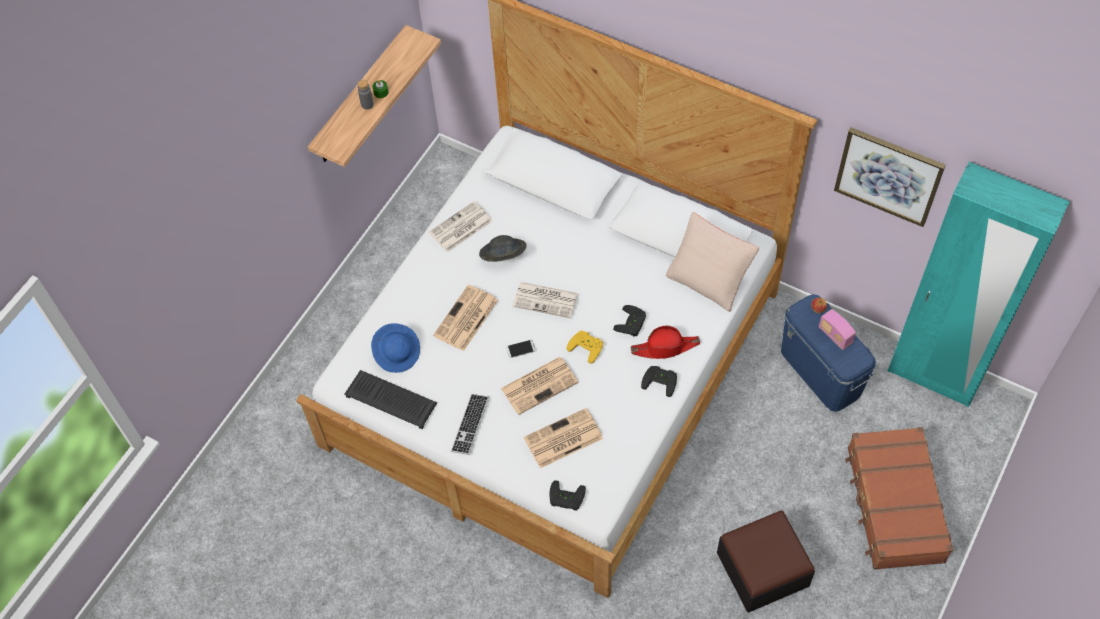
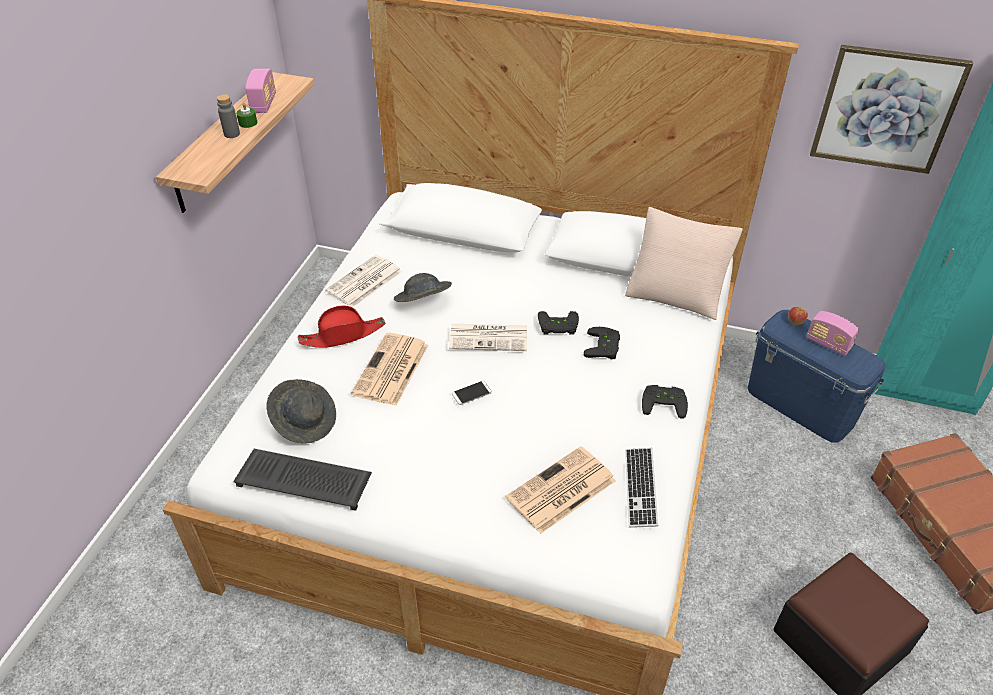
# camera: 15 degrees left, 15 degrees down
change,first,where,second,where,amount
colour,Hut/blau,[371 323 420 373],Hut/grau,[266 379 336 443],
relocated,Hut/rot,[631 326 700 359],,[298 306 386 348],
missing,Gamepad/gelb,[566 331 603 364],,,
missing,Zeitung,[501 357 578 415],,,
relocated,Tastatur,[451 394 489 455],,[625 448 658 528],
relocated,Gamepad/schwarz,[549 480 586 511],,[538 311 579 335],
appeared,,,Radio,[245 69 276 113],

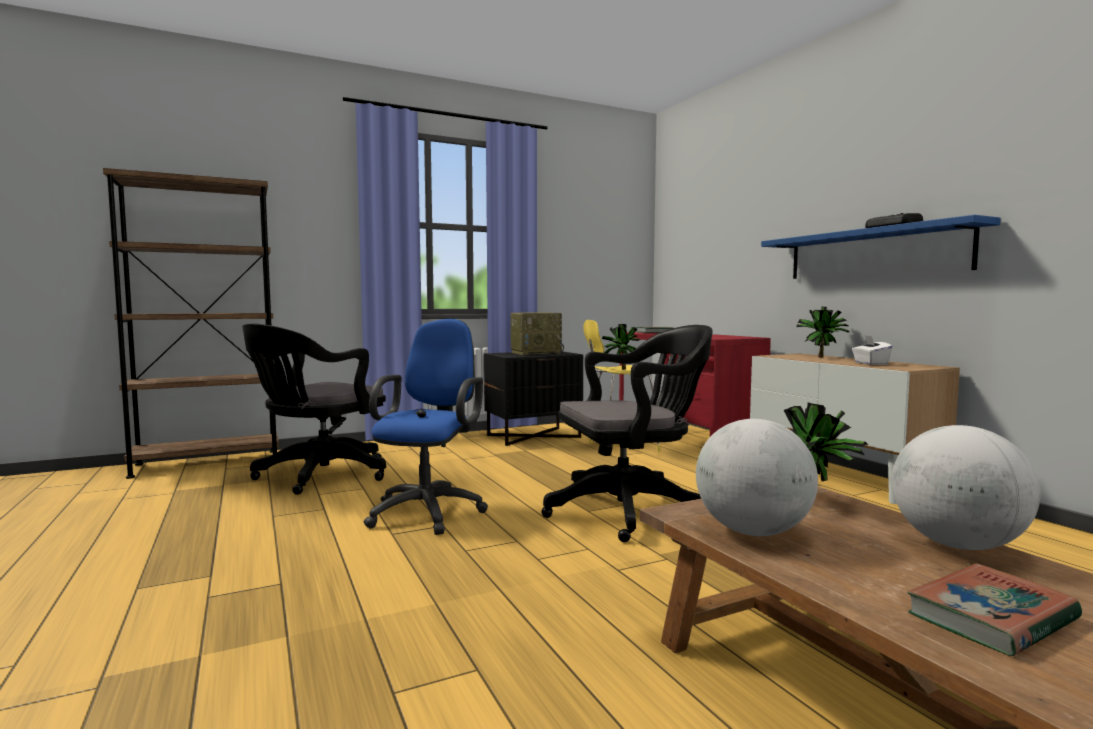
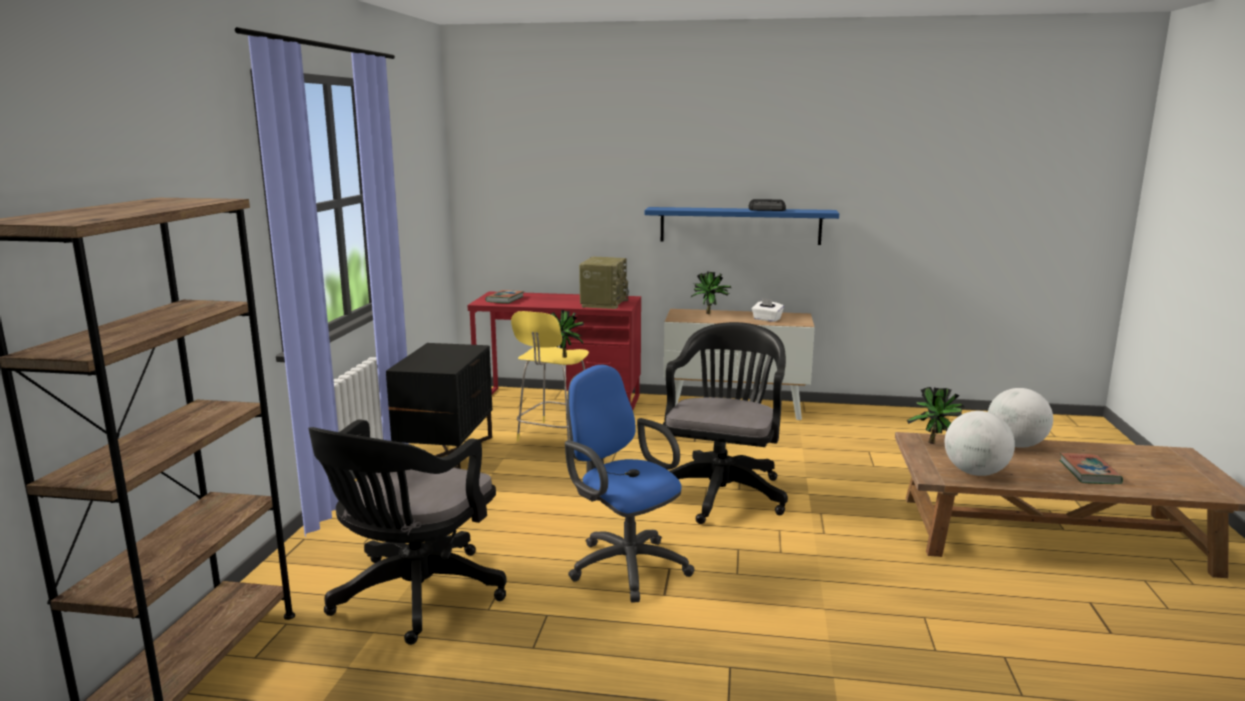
# camera: 55 degrees left, 10 degrees up
change,first,where,second,where,amount
relocated,Radio,[510 312 564 355],,[579 257 629 309],
spun,Bürostuhl/schwarz,[242 324 386 495],,[308 419 507 645],45 degrees clockwise

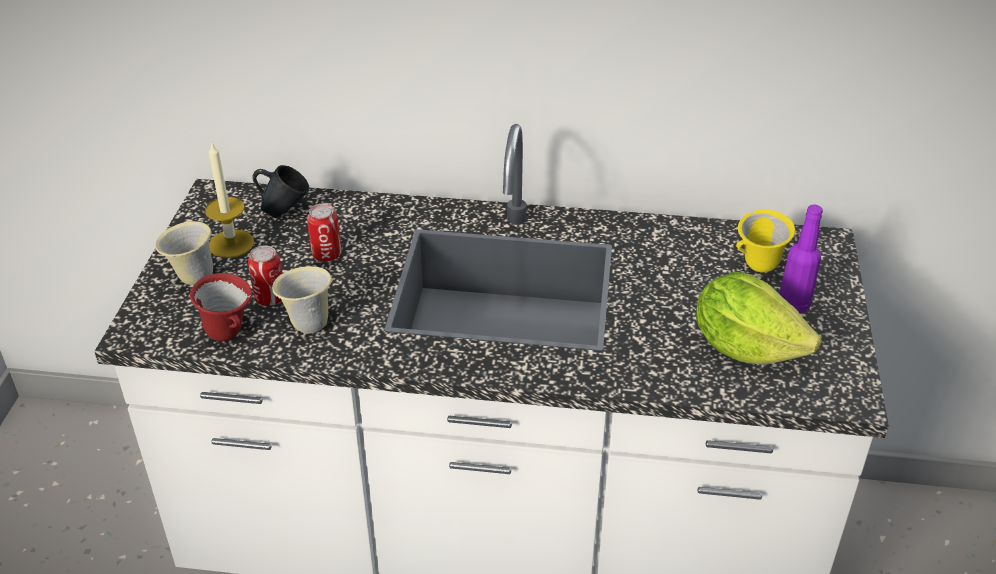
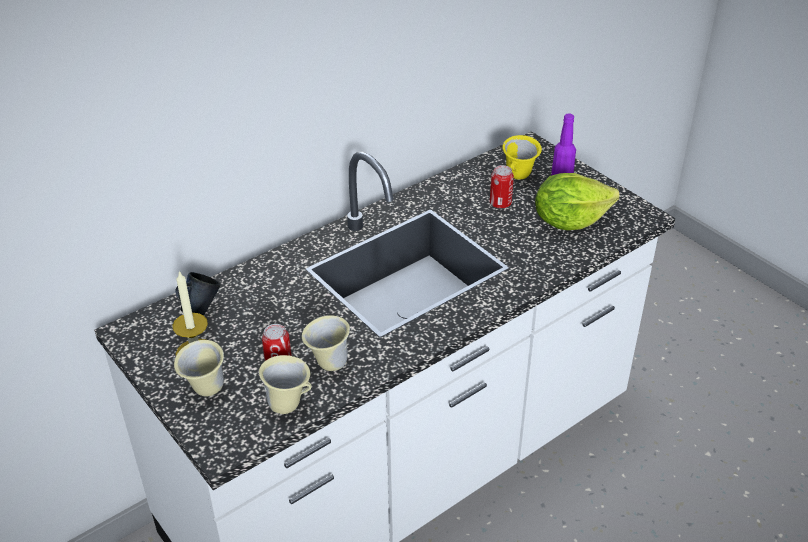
# camera: 45 degrees left, 0 degrees up
change,first,where,second,where,amount
relocated,Dose,[307 203 342 262],,[490 165 514 209],
colour,Henkelbecher/rot,[190 273 252 341],Henkelbecher/beige,[259 355 312 414],

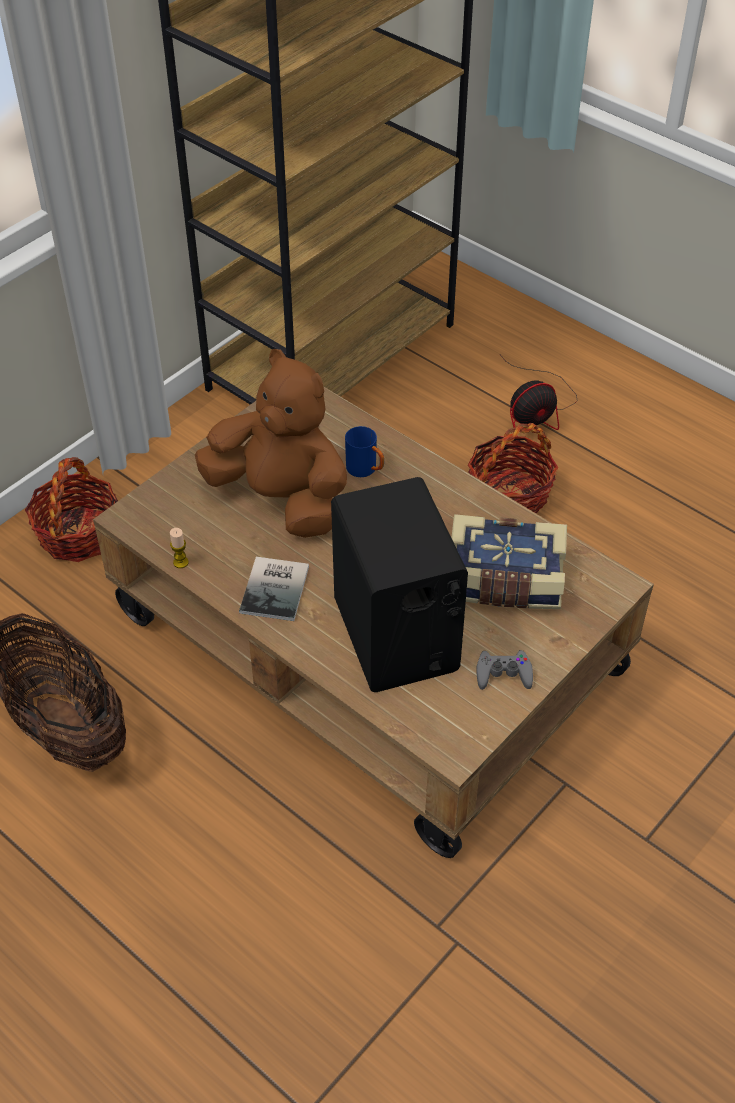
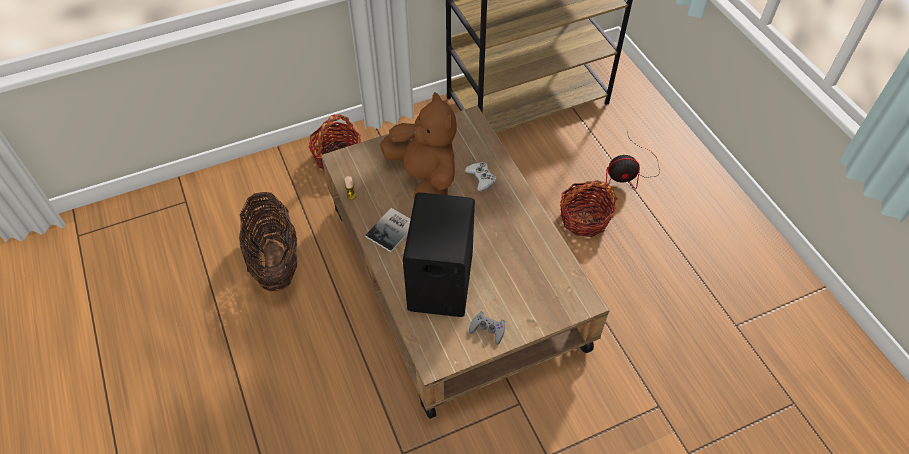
# camera: 25 degrees right, 5 degrees up
change,first,where,second,where,amount
exchanged,Henkelbecher/blau,[345 426 384 477],Gamepad/weiß,[465 162 497 191],
missing,Buch,[451 514 567 609],,,

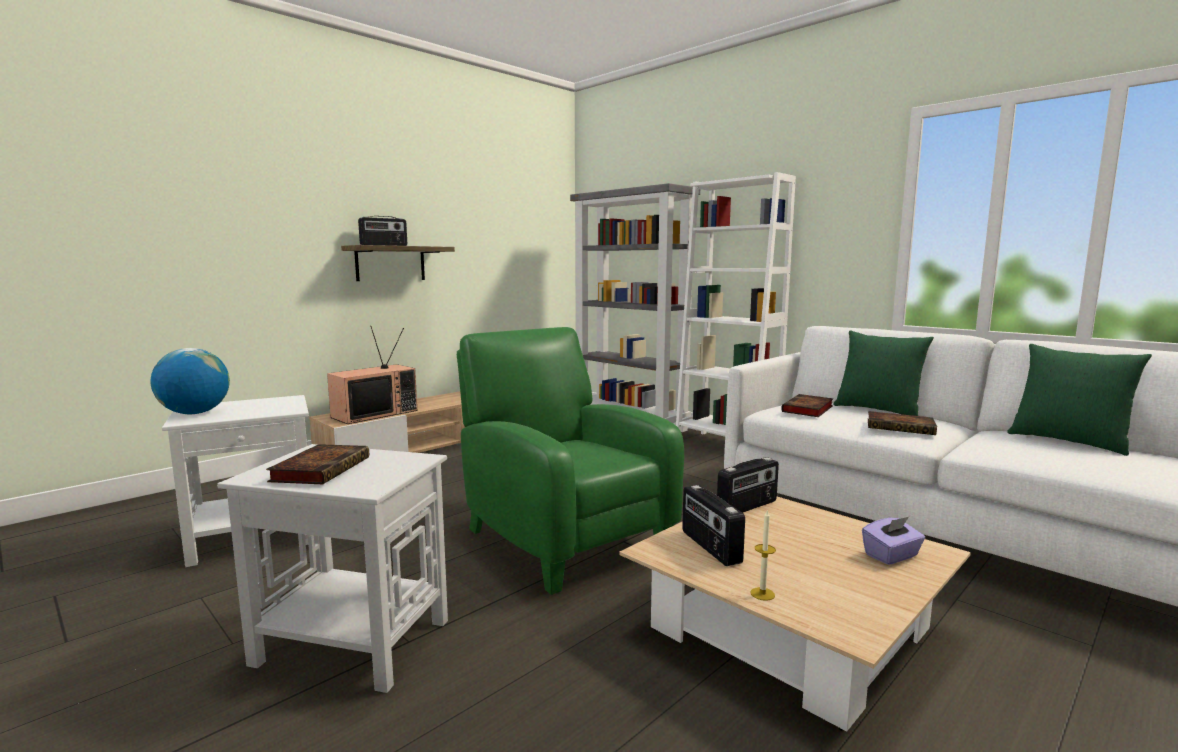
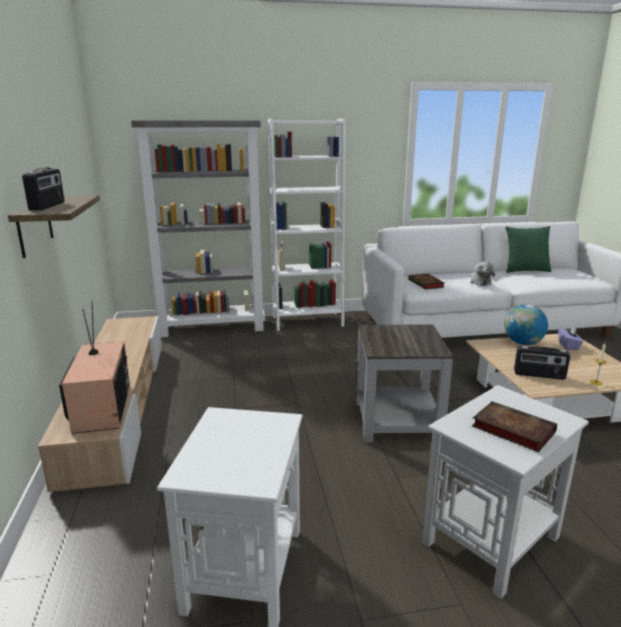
# camera: 55 degrees left, 10 degrees up
change,first,where,second,where,amount
exchanged,Sessel/grün,[457 327 684 595],Beistelltisch/grau,[356 324 453 442],
missing,Kissen/grün,[834 330 934 416],,,
relocated,Globus,[150 348 230 414],,[504 305 548 345],
exchanged,Buch,[868 411 937 435],Plüschtier,[470 262 495 286],
missing,Radio,[717 457 779 513],,,

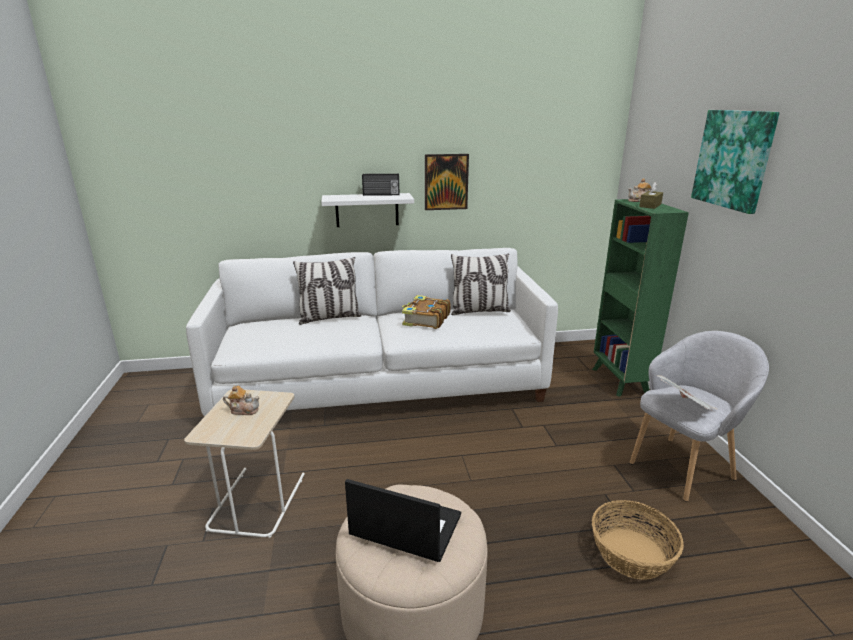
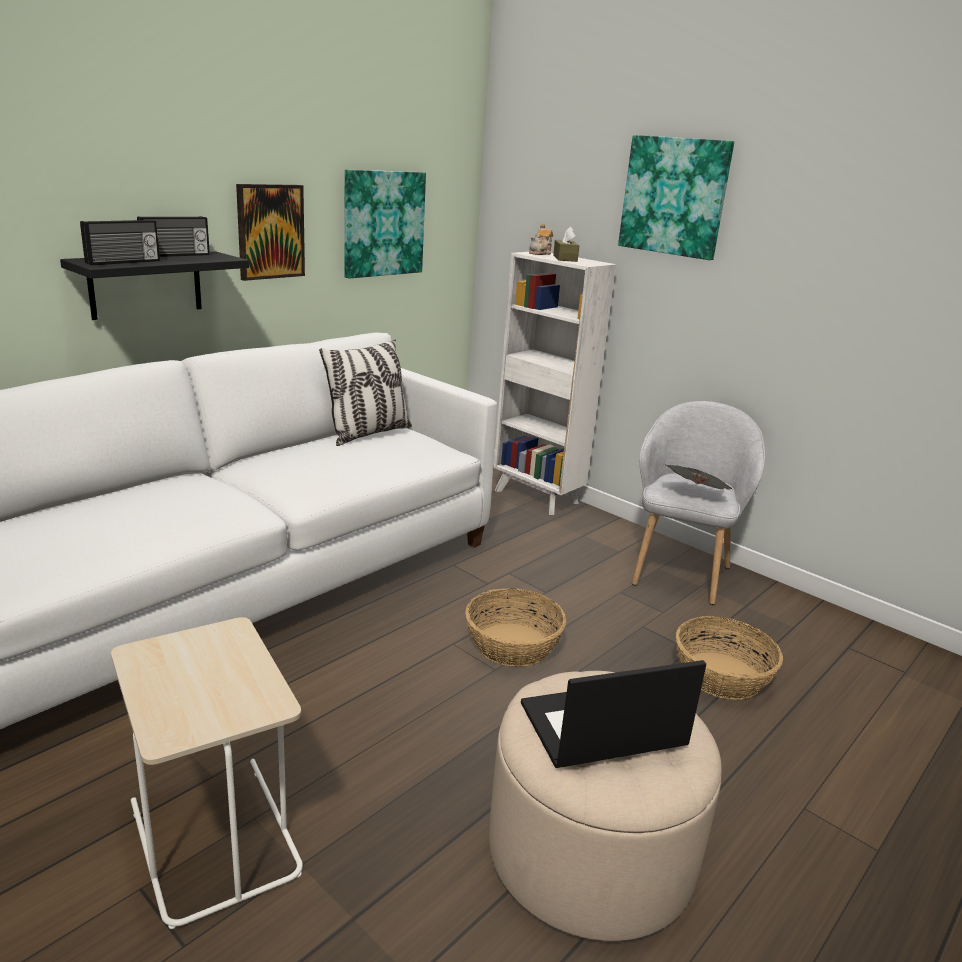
# camera: 40 degrees left, 0 degrees up
change,first,where,second,where,amount
colour,Wandregal/weiß,[321 193 414 227],Wandregal/schwarz,[60 251 249 320],
colour,Bücherregal/grün,[592 199 689 397],Bücherregal/weiß,[494 252 616 515],
missing,Kissen,[293 257 362 325],,,
missing,Buch,[402 295 450 329],,,
missing,Teekanne,[223 386 260 415],,,
appeared,,,Bild,[344 170 426 279],
appeared,,,Radio,[80 220 160 265],
appeared,,,Korb,[465 588 566 667],

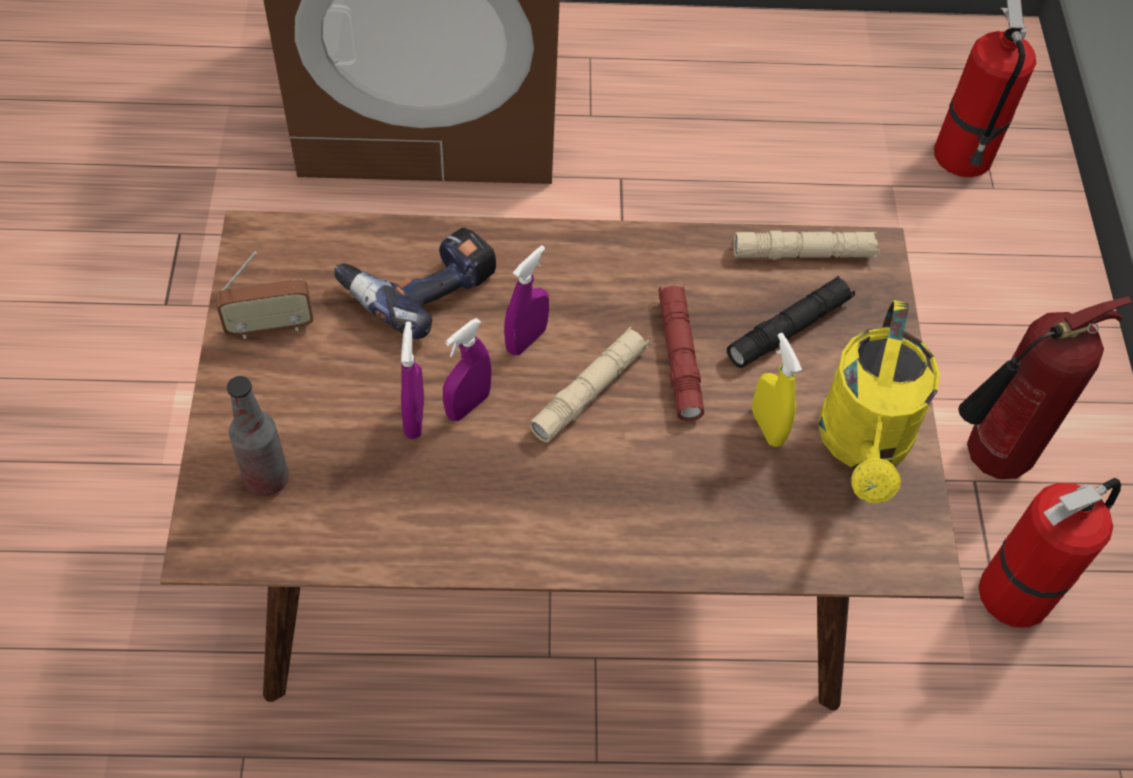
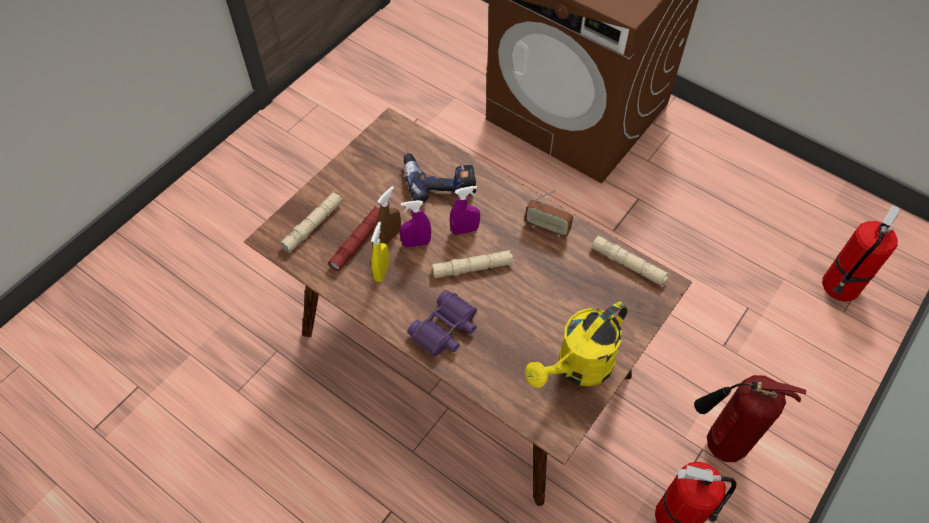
# camera: 40 degrees right, 0 degrees up
change,first,where,second,where,amount
relocated,Radio,[216 252 314 339],,[525 190 573 237],
missing,Taschenlampe/schwarz,[727 276 855 368],,,
relocated,Taschenlampe/rot,[658 285 704 421],,[328 206 380 271],
colour,Sprühflasche/lila,[401 322 424 439],Sprühflasche/braun,[377 186 401 244],
relocated,Sprühflasche/gelb,[752 333 802 447],,[371 222 390 282],
exchanged,Flasche,[227 376 289 496],Taschenlampe/beige,[280 192 344 252],
appeared,,,Fernglas/lila,[407 290 477 356],

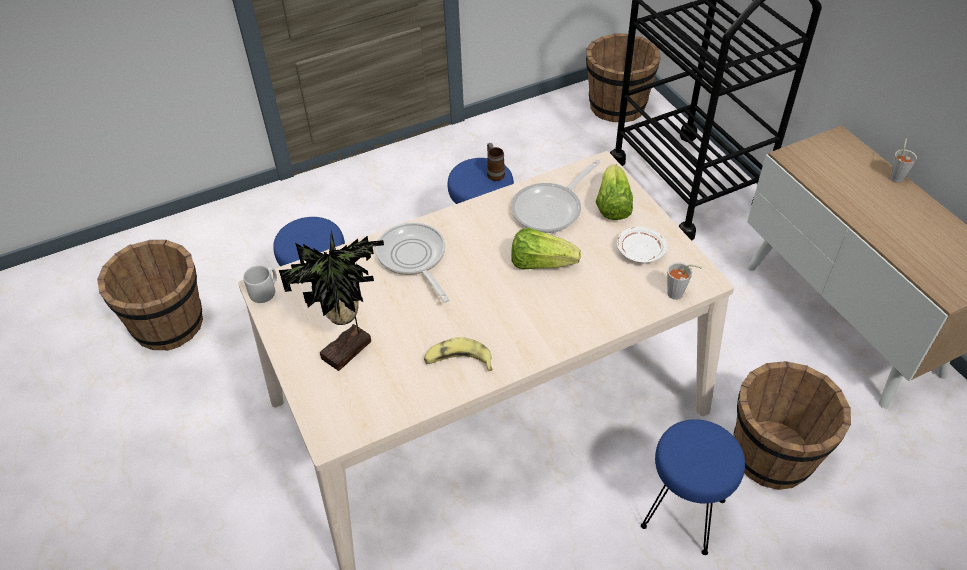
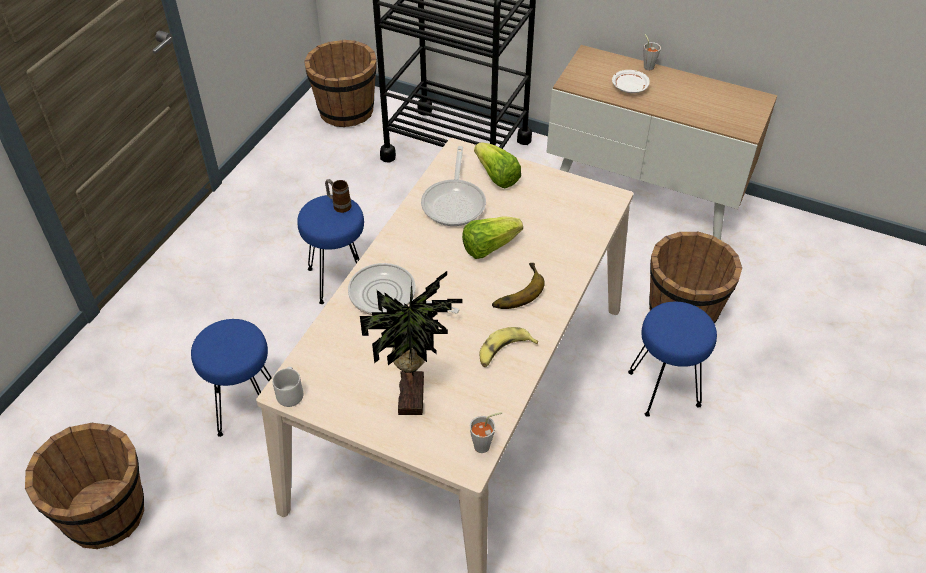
# camera: 40 degrees left, 0 degrees up
change,first,where,second,where,amount
relocated,Teller/weiß,[617 227 667 263],,[612 70 650 93],
relocated,Tasse/grau,[667 262 702 300],,[470 412 502 453],
appeared,,,Banane,[492 263 545 309],

